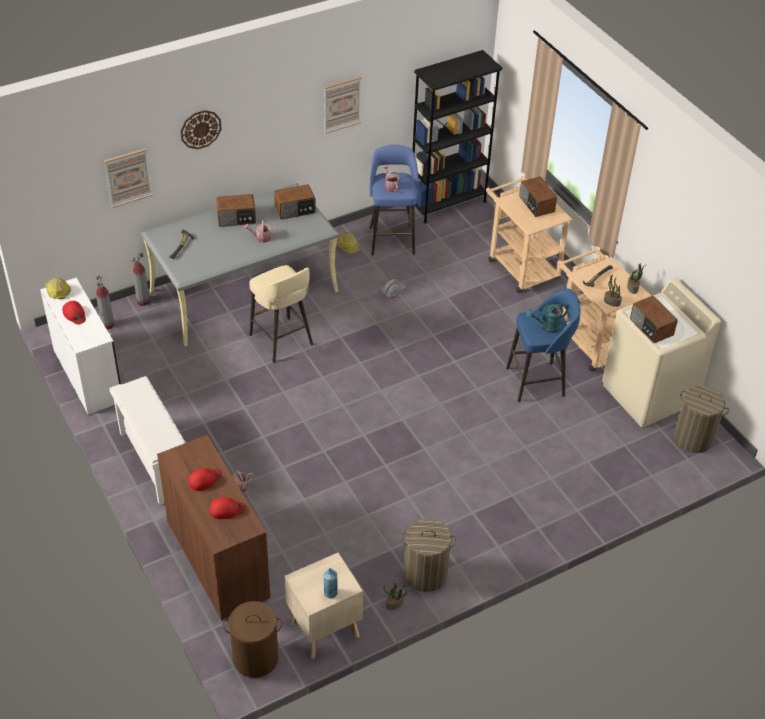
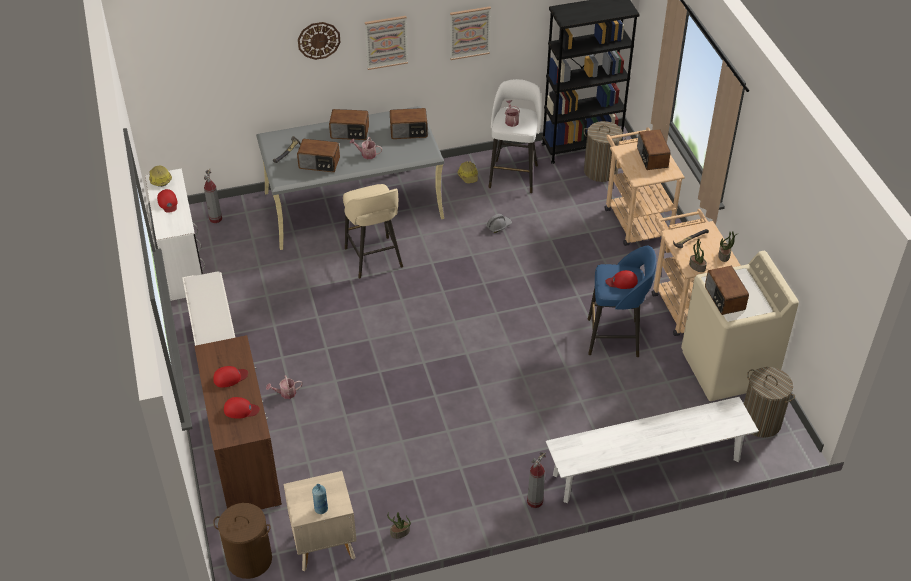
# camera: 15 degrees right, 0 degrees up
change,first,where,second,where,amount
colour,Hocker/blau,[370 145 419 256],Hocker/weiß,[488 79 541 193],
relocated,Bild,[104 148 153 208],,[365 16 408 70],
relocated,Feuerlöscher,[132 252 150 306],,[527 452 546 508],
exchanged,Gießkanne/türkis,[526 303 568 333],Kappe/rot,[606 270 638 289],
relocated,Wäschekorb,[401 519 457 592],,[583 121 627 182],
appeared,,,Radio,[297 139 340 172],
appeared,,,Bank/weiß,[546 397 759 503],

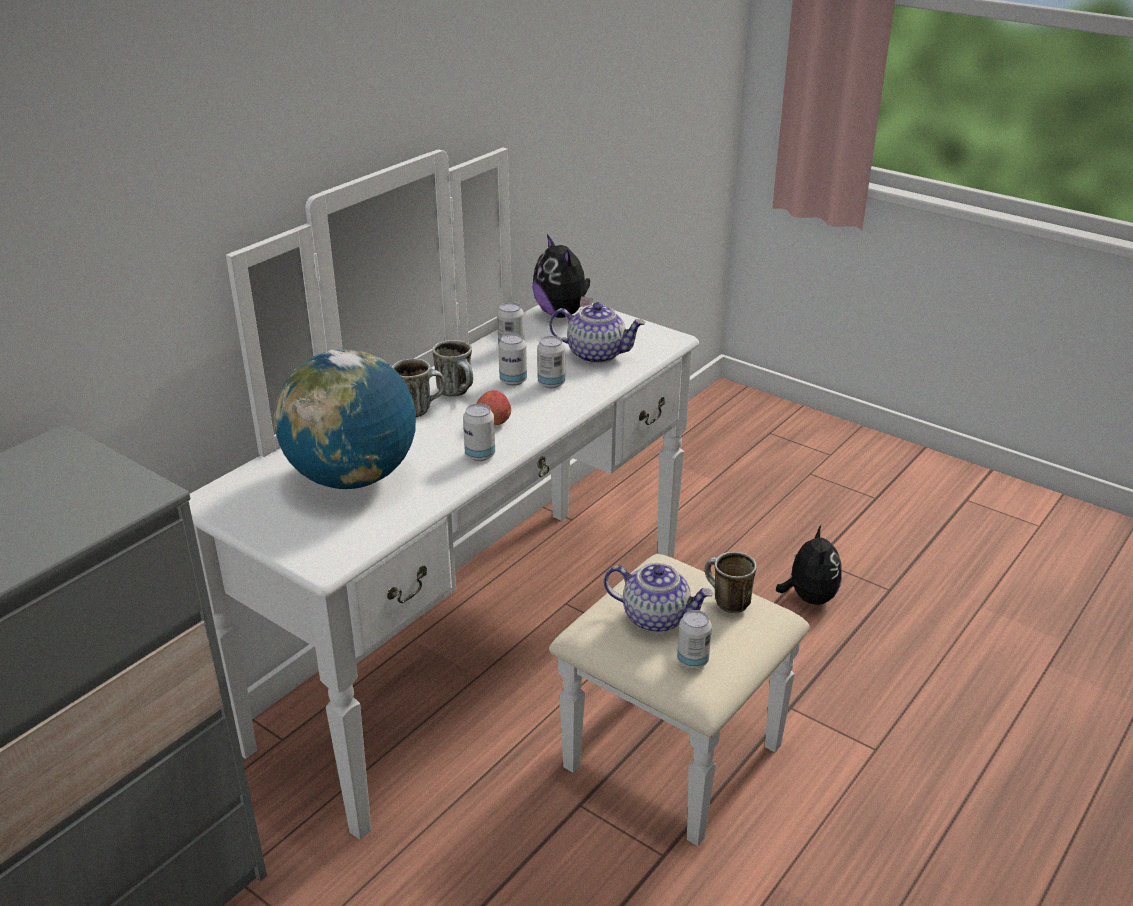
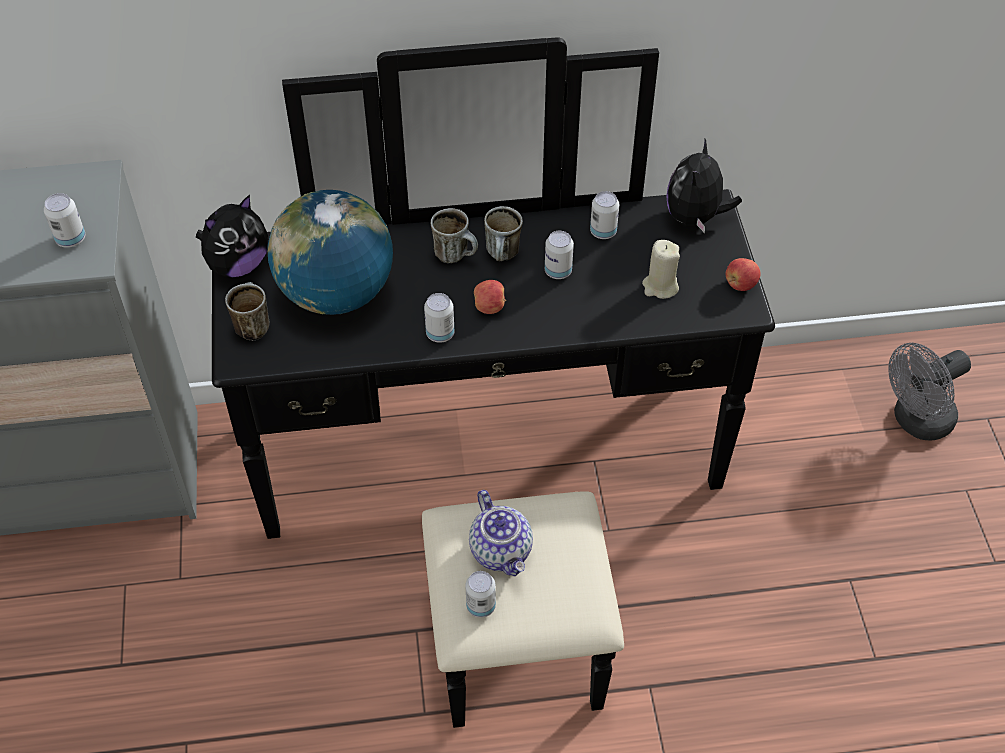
# camera: 45 degrees right, 20 degrees up
change,first,where,second,where,amount
colour,Kommode/weiß,[189 148 810 846],Kommode/schwarz,[212 37 775 728],
exchanged,Teekanne,[549 302 646 364],Kerze/beige,[642 240 680 299],
relocated,Dose,[537 336 565 388],,[44 193 85 248],
relocated,Plüschtier,[776 525 842 605],,[196 194 268 277],
relocated,Henkelbecher,[705 551 757 613],,[225 282 270 341],
appeared,,,Apfel,[726 258 761 291],
appeared,,,Ventilator/grau,[888 343 971 440],

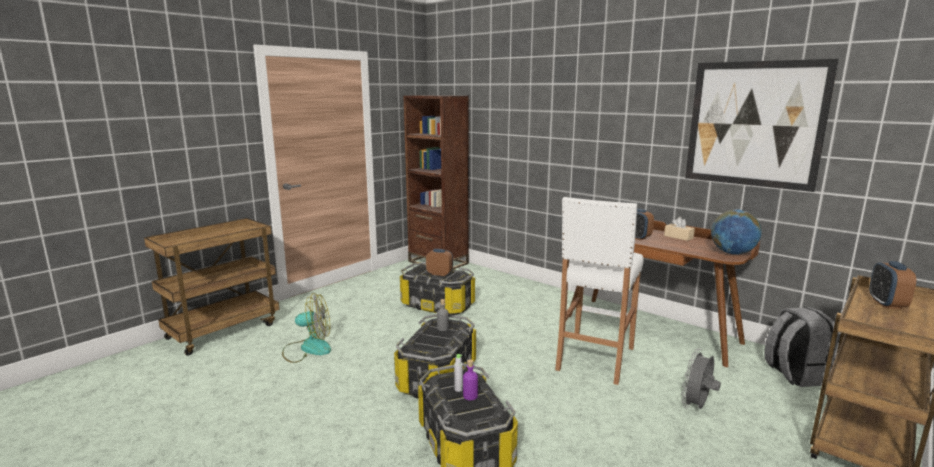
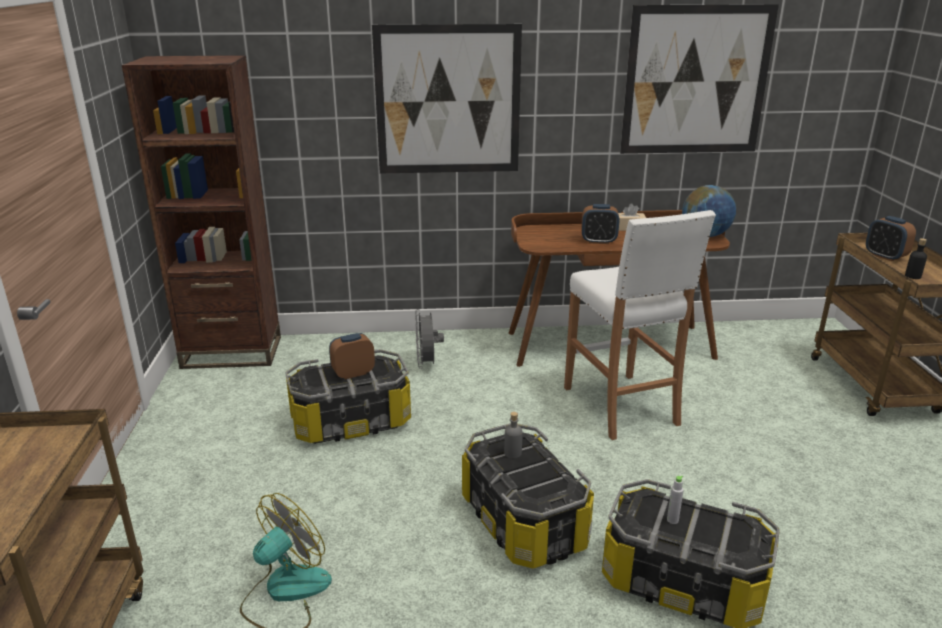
# camera: 45 degrees left, 10 degrees up
change,first,where,second,where,amount
missing,Rucksack/grau,[764 307 839 387],,,
relocated,Ventilator/grau,[681 348 721 409],,[415 309 444 369],
missing,Flasche/lila,[463 359 478 400],,,
appeared,,,Bild,[372 24 522 173],
appeared,,,Flasche/schwarz,[905 238 927 279],

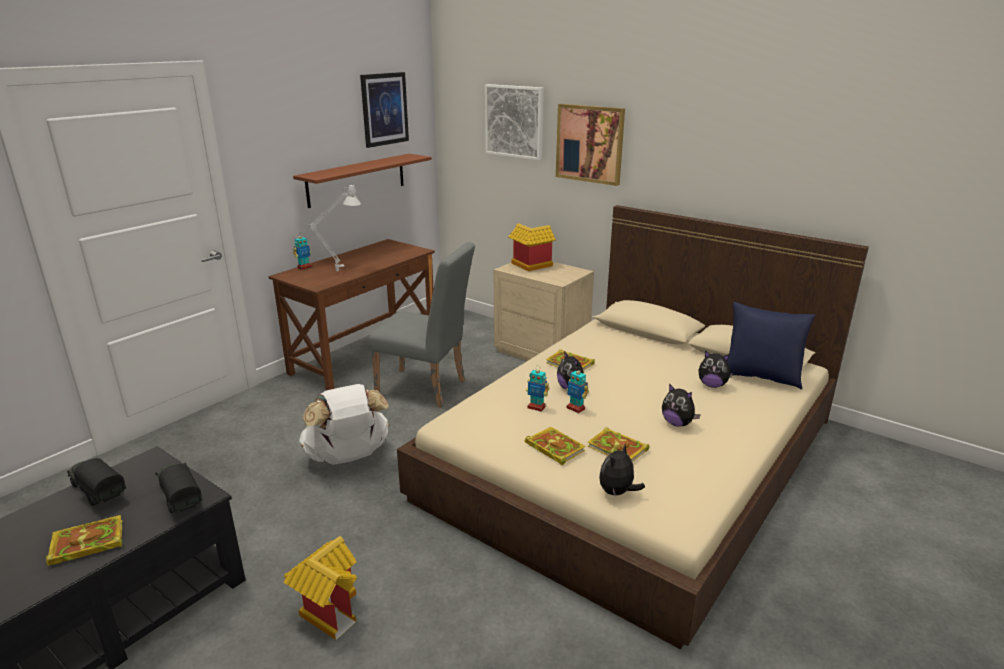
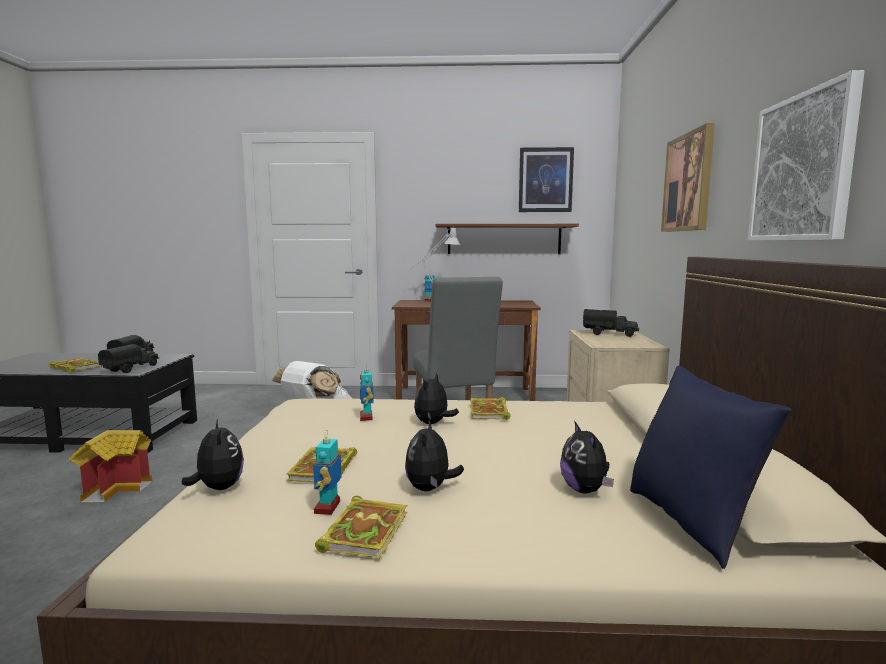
# camera: 55 degrees right, 15 degrees down
change,first,where,second,where,amount
relocated,Bild,[485 84 543 161],,[748 70 865 241],
exchanged,Spielzeughaus,[508 223 556 271],Spielzeuglaster,[583 309 639 337],
relocated,Spielzeugroboter,[566 367 589 413],,[313 430 342 515],
relocated,Buch,[525 427 586 465],,[315 496 407 559],
spun,Plüschtier,[599 444 645 497],,[182 419 244 490],60 degrees clockwise

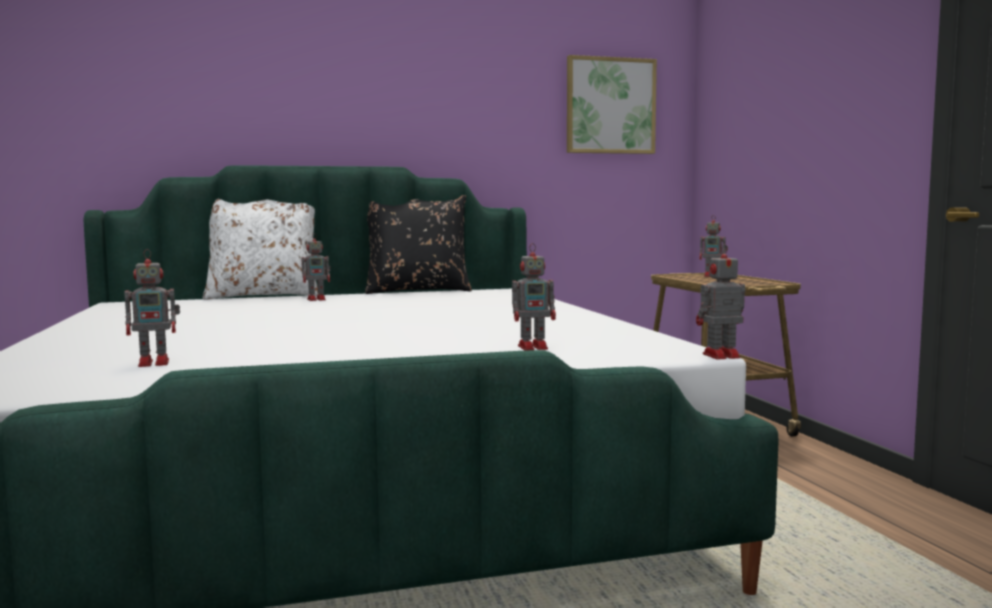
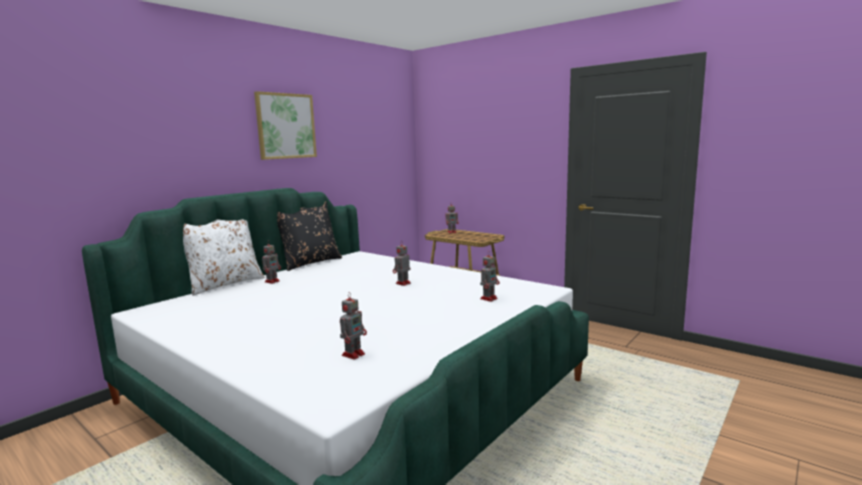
# camera: 35 degrees left, 5 degrees up
change,first,where,second,where,amount
relocated,Bild,[567 55 657 154],,[254 91 317 160],
relocated,Spielzeugroboter,[696 244 745 359],,[393 242 411 286],

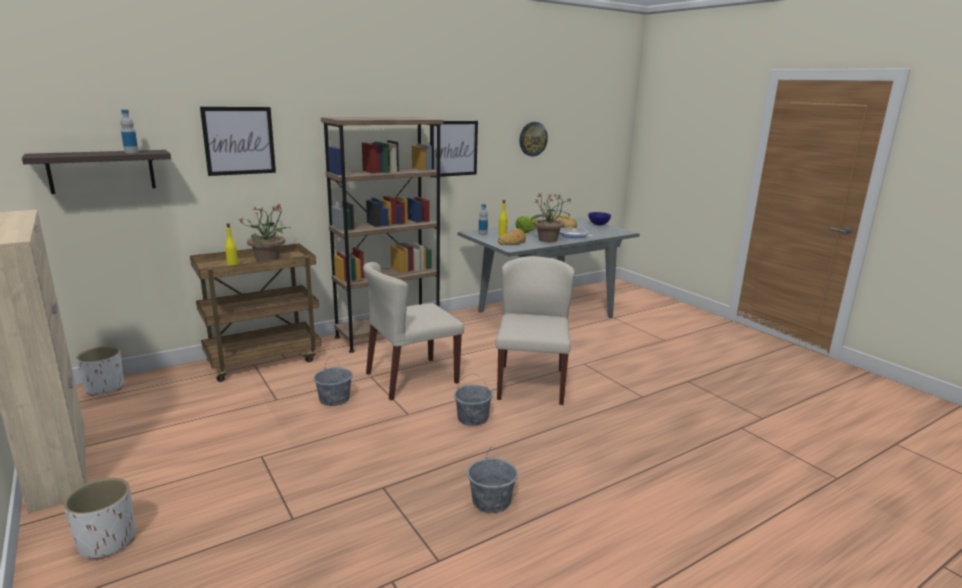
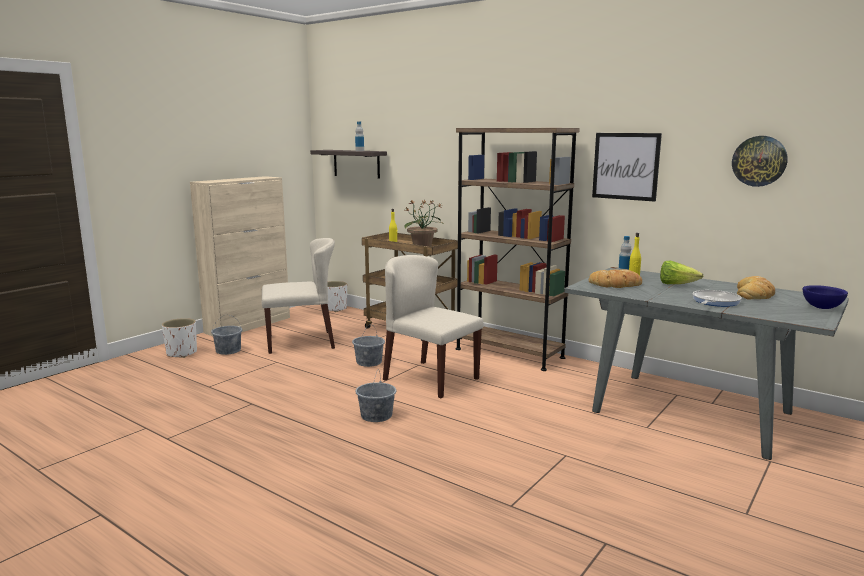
# camera: 70 degrees right, 5 degrees down
change,first,where,second,where,amount
missing,Bild,[200 107 276 176],,,
missing,Topfpflanze,[531 194 572 242],,,
relocated,Stuhl/beige,[495 256 575 405],,[262 238 335 354],
relocated,Eimer/grau,[467 447 518 513],,[211 315 242 355],

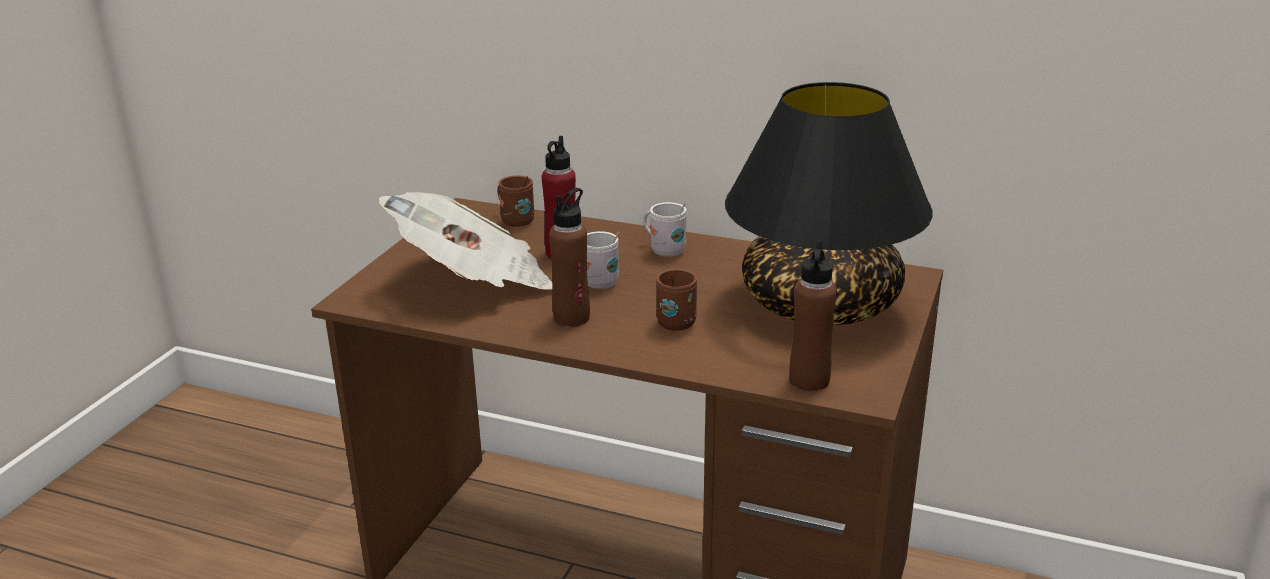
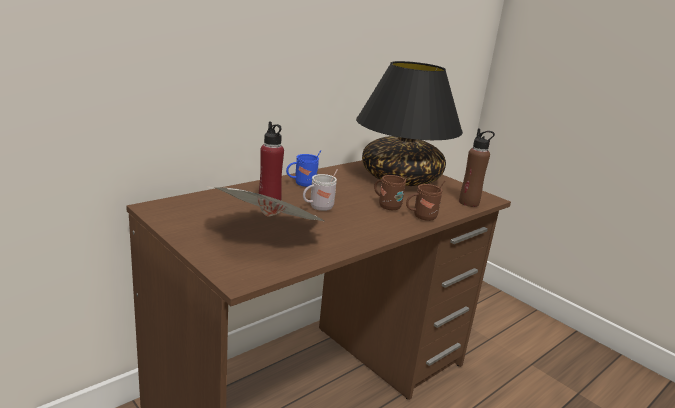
# camera: 65 degrees left, 5 degrees down
change,first,where,second,where,amount
relocated,Henkelbecher/braun,[497 175 535 227],,[406 180 445 221],
missing,Flasche/braun,[549 188 590 327],,,
colour,Henkelbecher/weiß,[643 202 687 257],Henkelbecher/blau,[286 150 322 187],

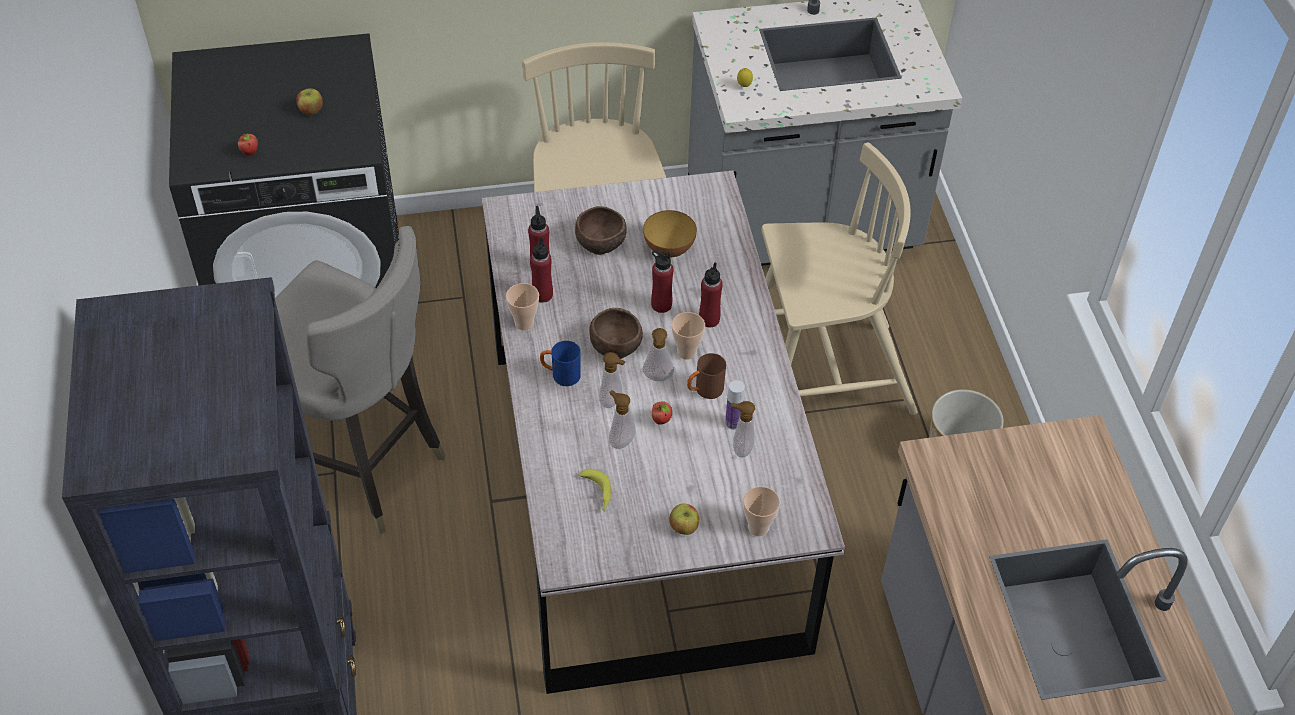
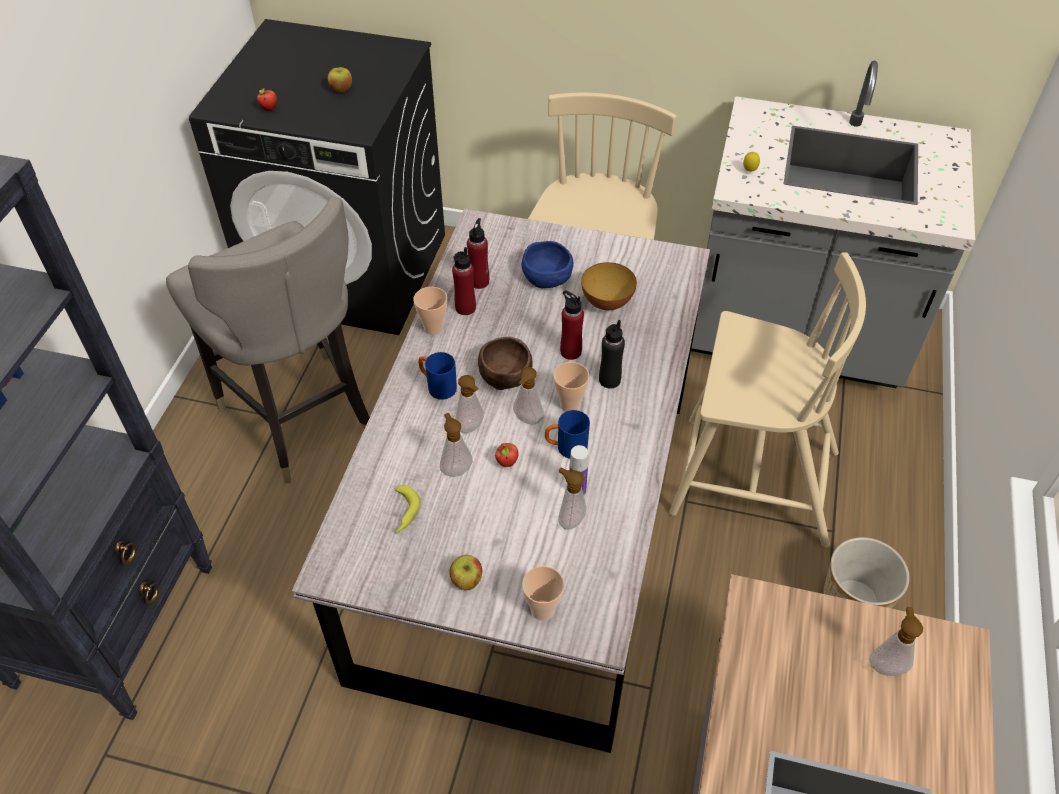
# camera: 25 degrees right, 0 degrees up
change,first,where,second,where,amount
colour,Schüssel/braun,[575 206 627 255],Schüssel/blau,[521 241 573 288],
colour,Flasche/rot,[699 262 723 327],Flasche/schwarz,[599 320 625 389],
colour,Henkelbecher/braun,[687 353 726 399],Henkelbecher/blau,[545 410 590 459],
appeared,,,Seifenspender,[869 607 923 676],

